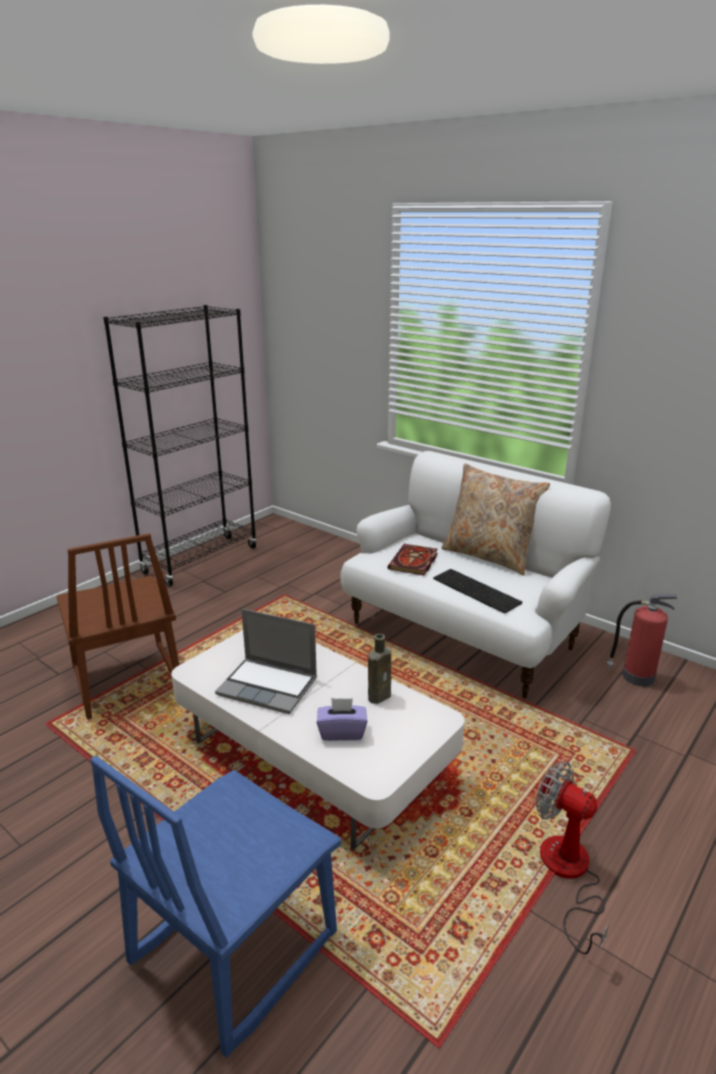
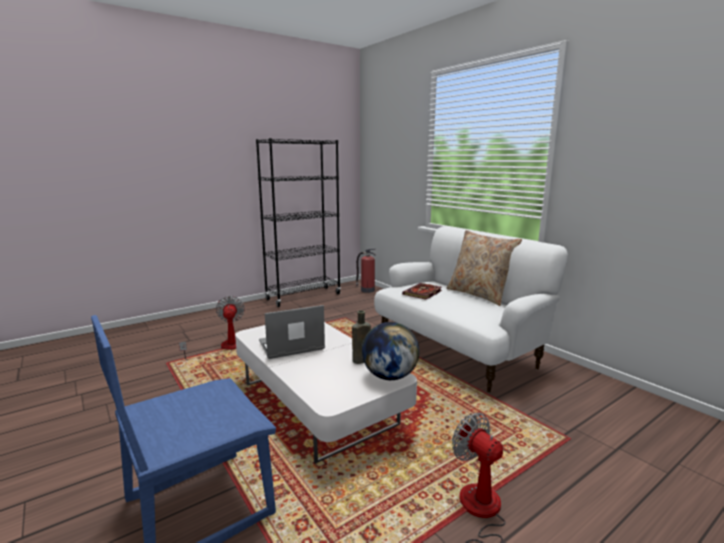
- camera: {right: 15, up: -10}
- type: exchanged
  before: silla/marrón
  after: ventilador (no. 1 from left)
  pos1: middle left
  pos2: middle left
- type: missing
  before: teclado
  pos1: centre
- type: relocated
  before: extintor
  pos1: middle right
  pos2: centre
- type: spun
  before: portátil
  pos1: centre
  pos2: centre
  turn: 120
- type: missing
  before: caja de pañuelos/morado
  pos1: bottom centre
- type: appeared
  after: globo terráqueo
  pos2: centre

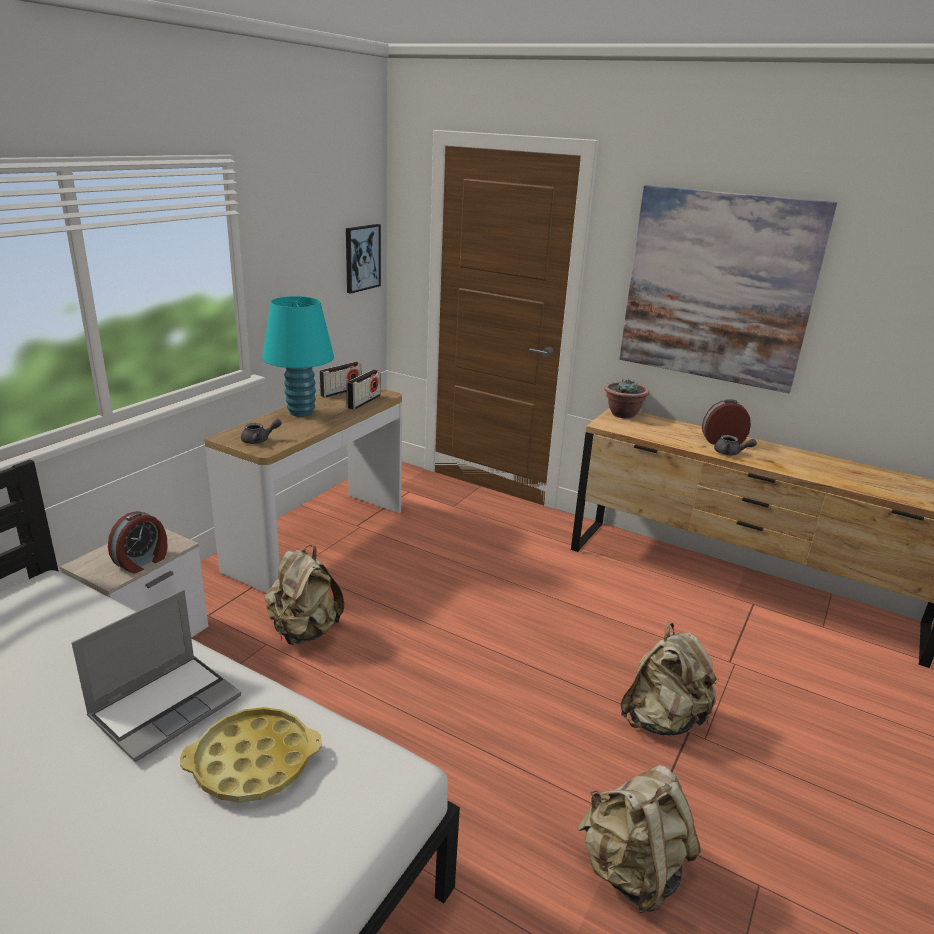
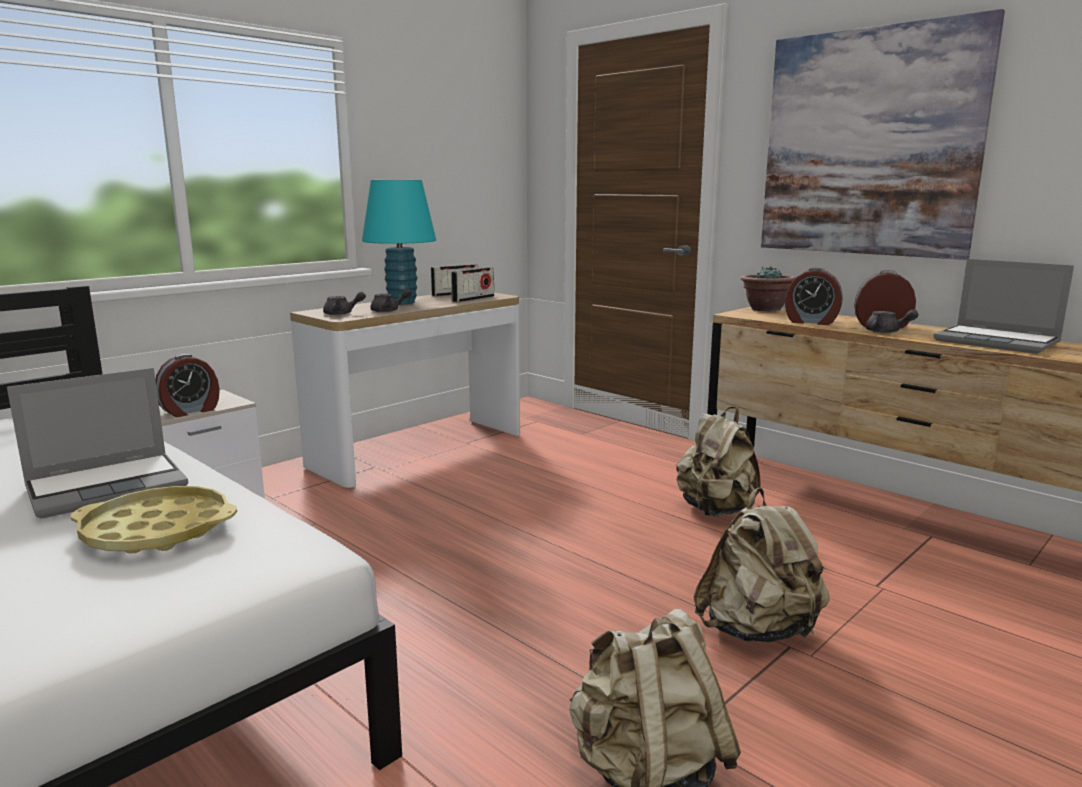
- camera: {right: 15, up: -10}
- type: missing
  before: cuadro (no. 1 from left)
  pos1: top centre
- type: relocated
  before: mochila/beis (no. 1 from left in the first image)
  after: mochila/beis (no. 2 from left)
  pos1: middle left
  pos2: centre
- type: appeared
  after: portátil (no. 2 from left)
  pos2: middle right
- type: appeared
  after: despertador (no. 2 from left)
  pos2: middle right
- type: appeared
  after: tetera/gris (no. 2 from left)
  pos2: centre

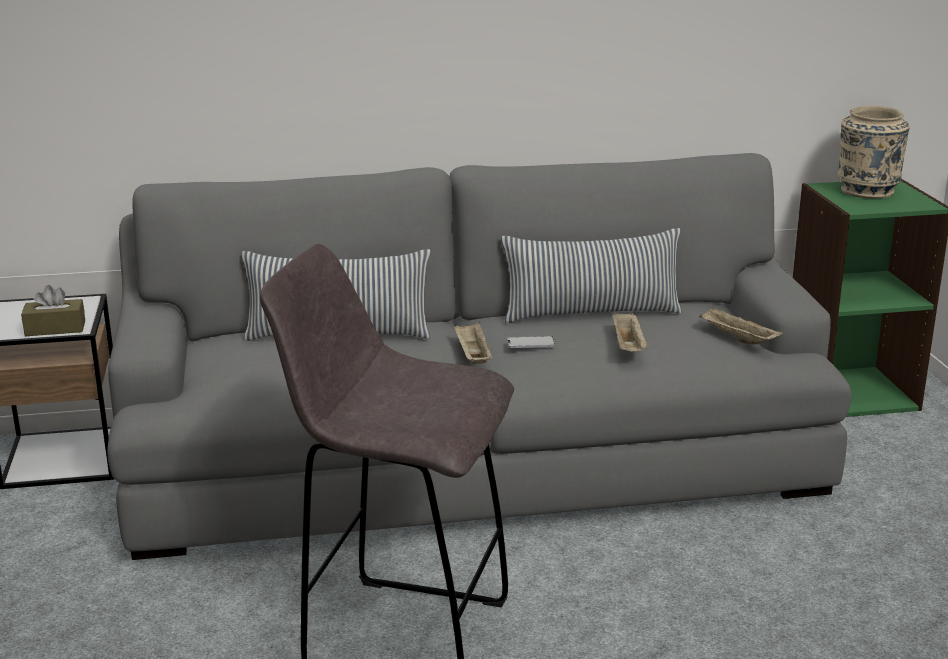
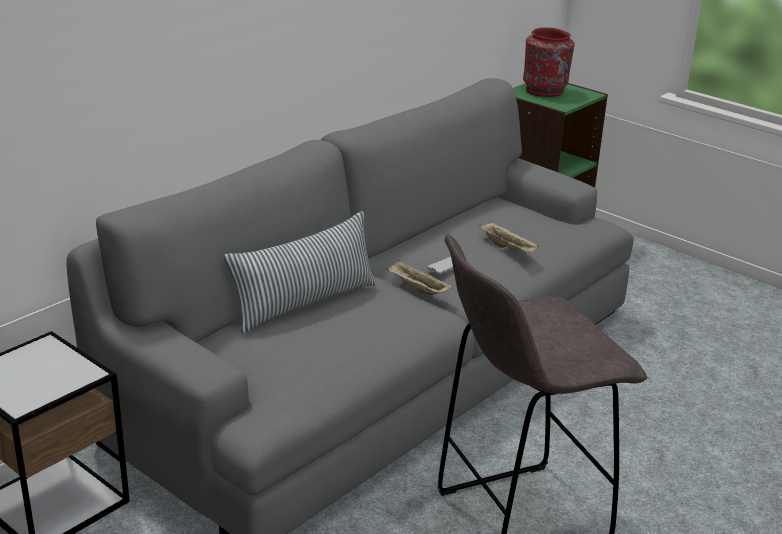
- camera: {right: -40, up: 5}
- type: colour
  before: florero/beis
  after: florero/rojo
  pos1: top right
  pos2: top right
- type: missing
  before: cojín (no. 2 from left)
  pos1: centre
- type: missing
  before: caja de pañuelos/marrón
  pos1: middle left
- type: missing
  before: bandeja/beis (no. 3 from left)
  pos1: middle right

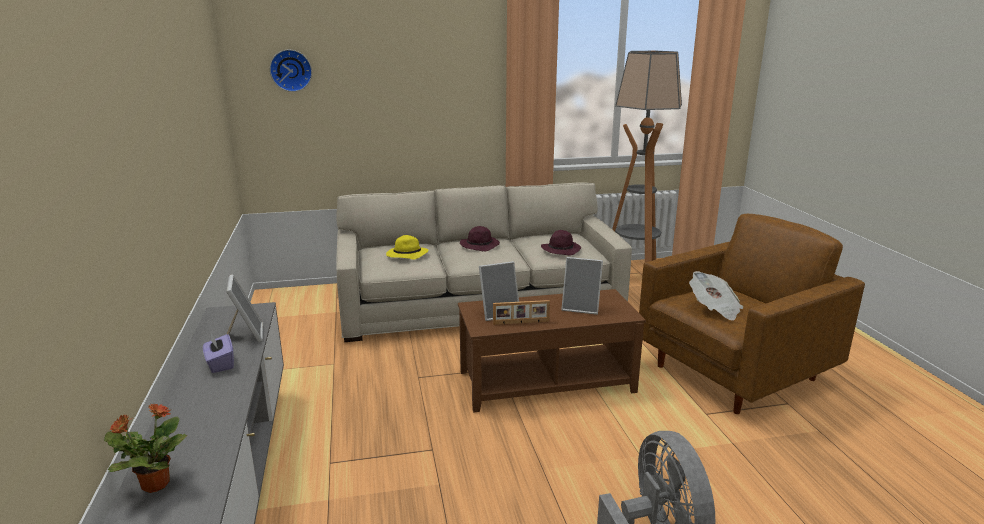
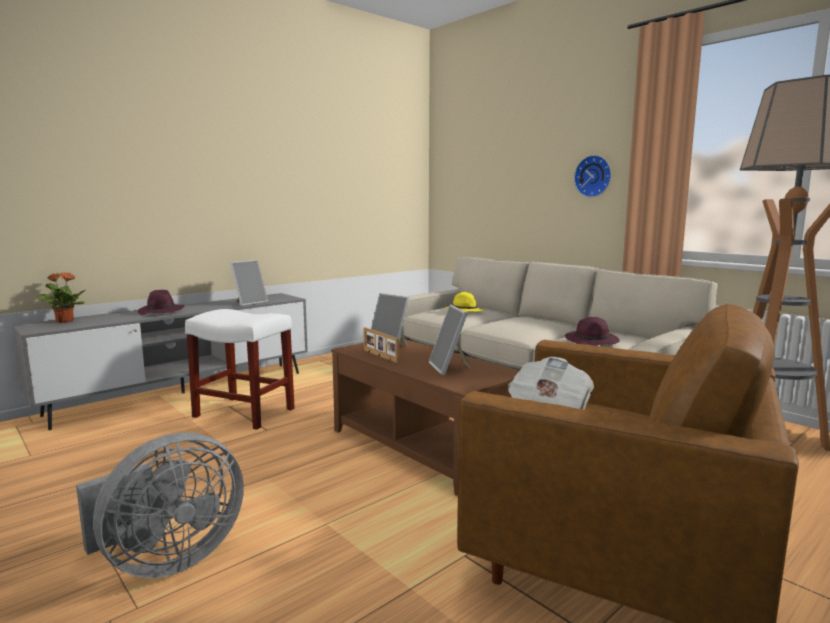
- camera: {right: 60, up: -10}
- type: relocated
  before: reloj de pared
  pos1: top left
  pos2: top right
- type: relocated
  before: sombrero/morado (no. 1 from left)
  pos1: centre
  pos2: middle left
- type: missing
  before: caja de pañuelos/morado
  pos1: bottom left
- type: appeared
  after: taburete/blanco
  pos2: middle left

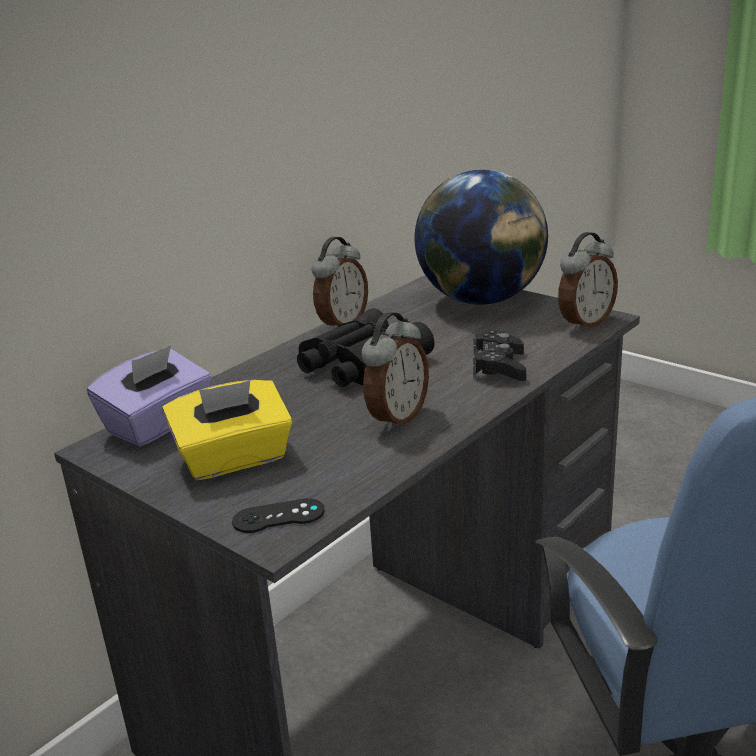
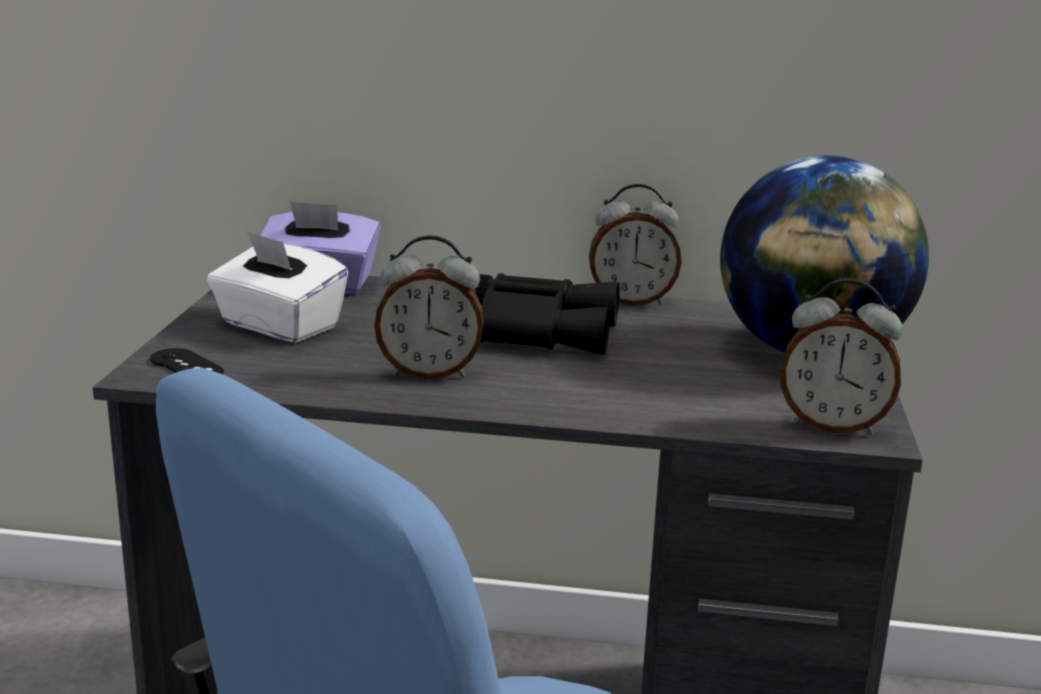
- camera: {right: 55, up: -5}
- type: missing
  before: mando de consola/negro (no. 2 from left)
  pos1: centre
- type: colour
  before: caja de pañuelos/amarillo
  after: caja de pañuelos/blanco
  pos1: middle left
  pos2: middle left

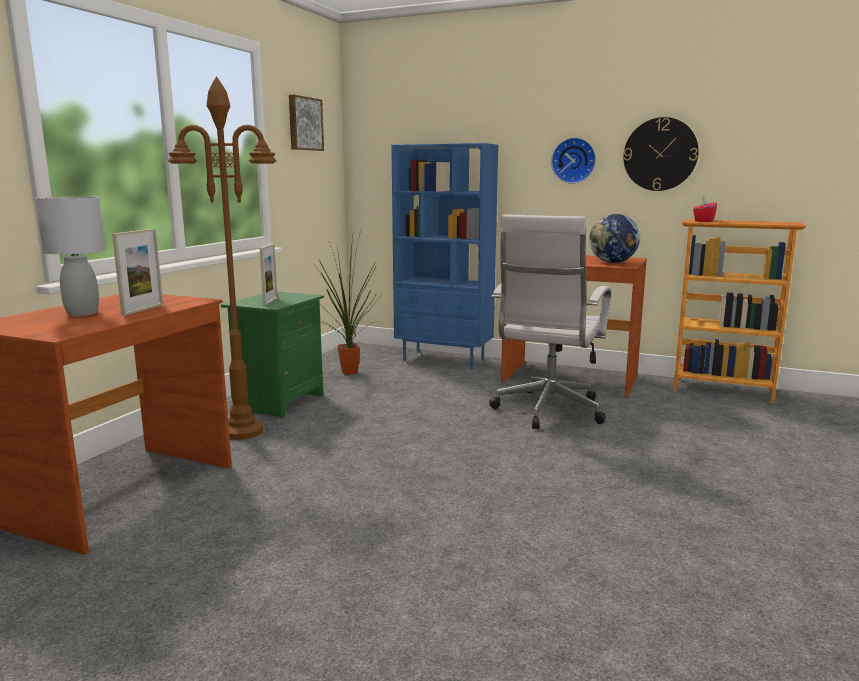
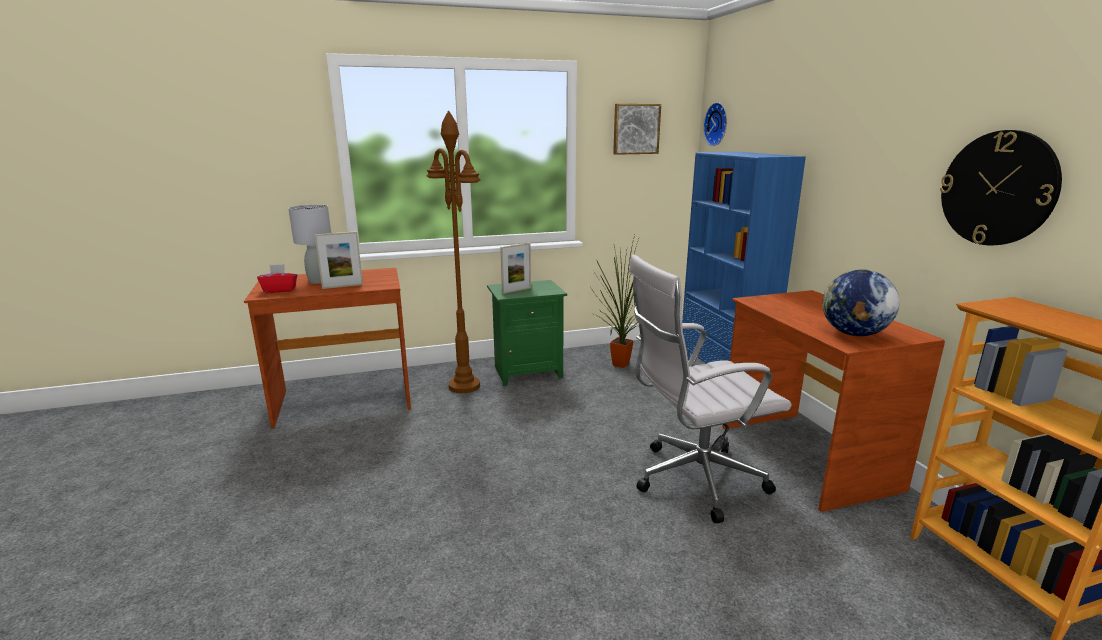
- camera: {right: 50, up: 5}
- type: relocated
  before: reloj de pared (no. 1 from left)
  pos1: top right
  pos2: top centre
- type: relocated
  before: caja de pañuelos/rojo
  pos1: top right
  pos2: middle left

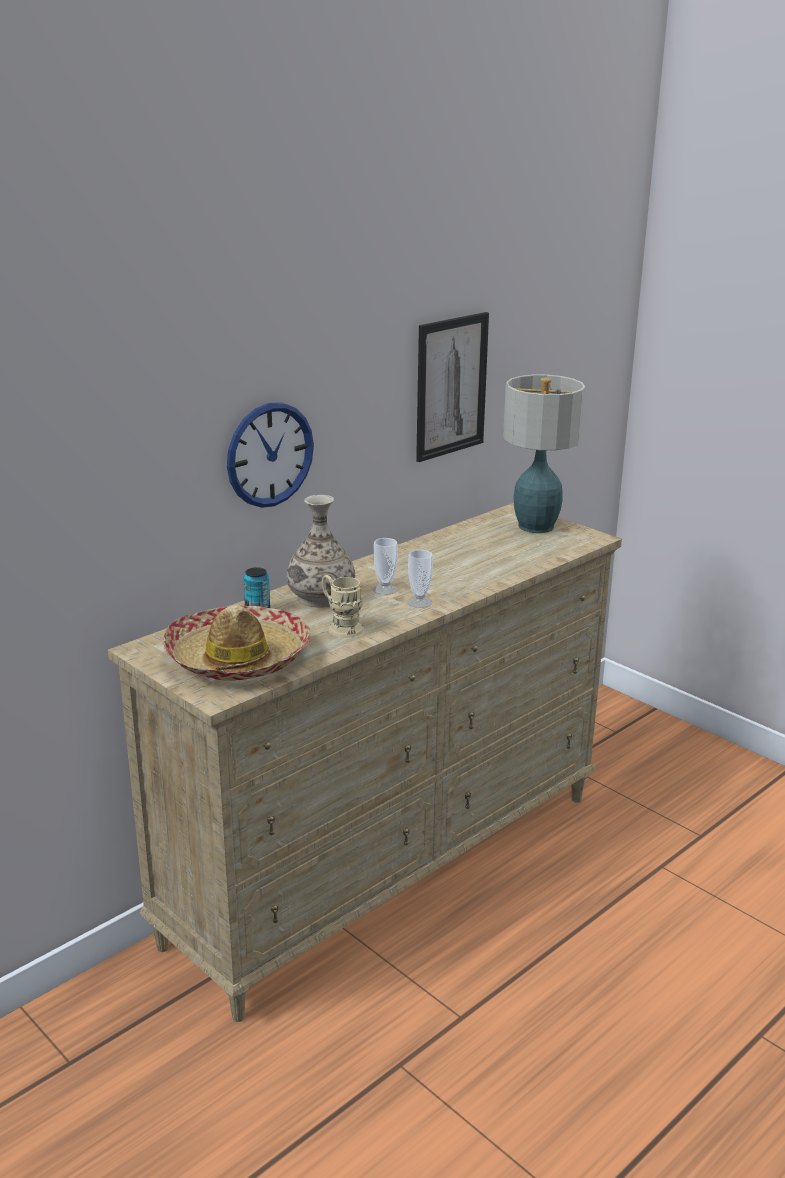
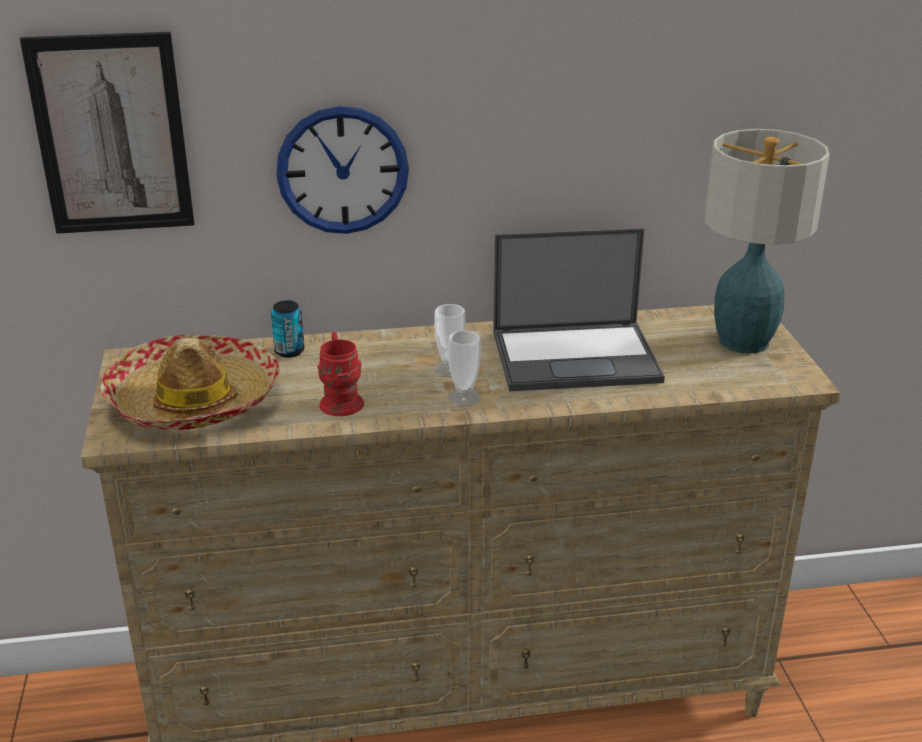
- camera: {right: 35, up: 5}
- type: relocated
  before: cuadro
  pos1: top centre
  pos2: top left
- type: missing
  before: florero
  pos1: centre
- type: colour
  before: taza grande/beis
  after: taza grande/rojo
  pos1: centre
  pos2: centre
- type: appeared
  after: portátil
  pos2: centre

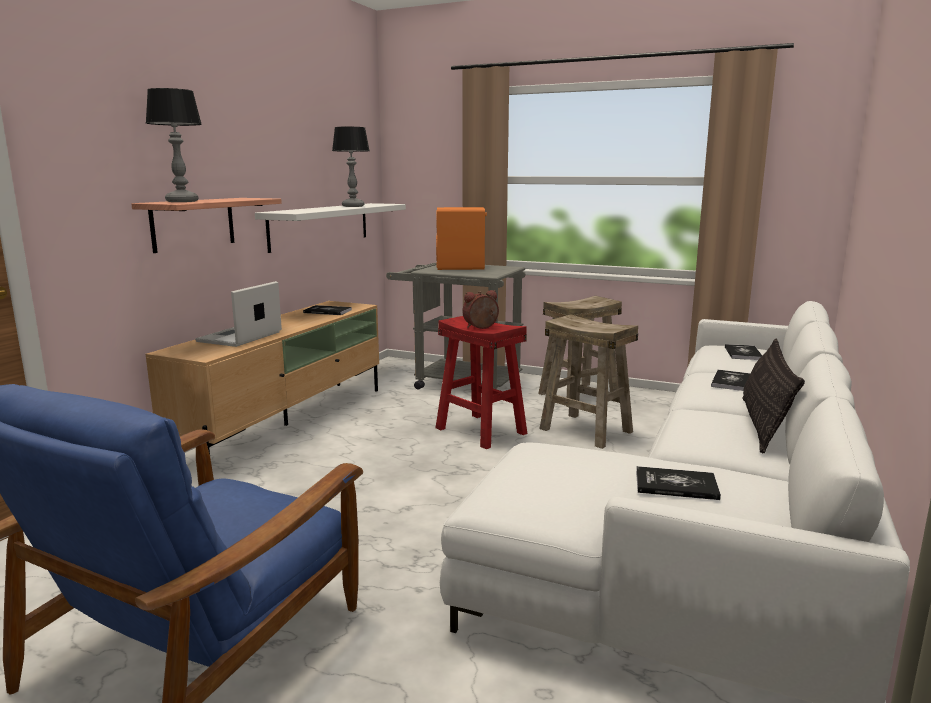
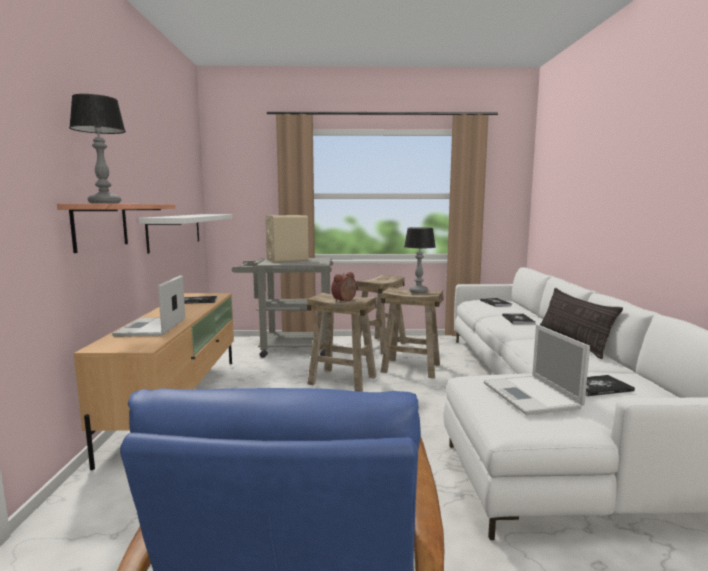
- camera: {right: -25, up: -5}
- type: relocated
  before: lámpara de mesa (no. 2 from left)
  pos1: top centre
  pos2: centre
- type: colour
  before: altavoz/naranja
  after: altavoz/beis
  pos1: centre
  pos2: centre
- type: colour
  before: taburete/rojo
  after: taburete/beis (no. 1 from left)
  pos1: centre
  pos2: centre
- type: appeared
  after: portátil (no. 2 from left)
  pos2: middle right

